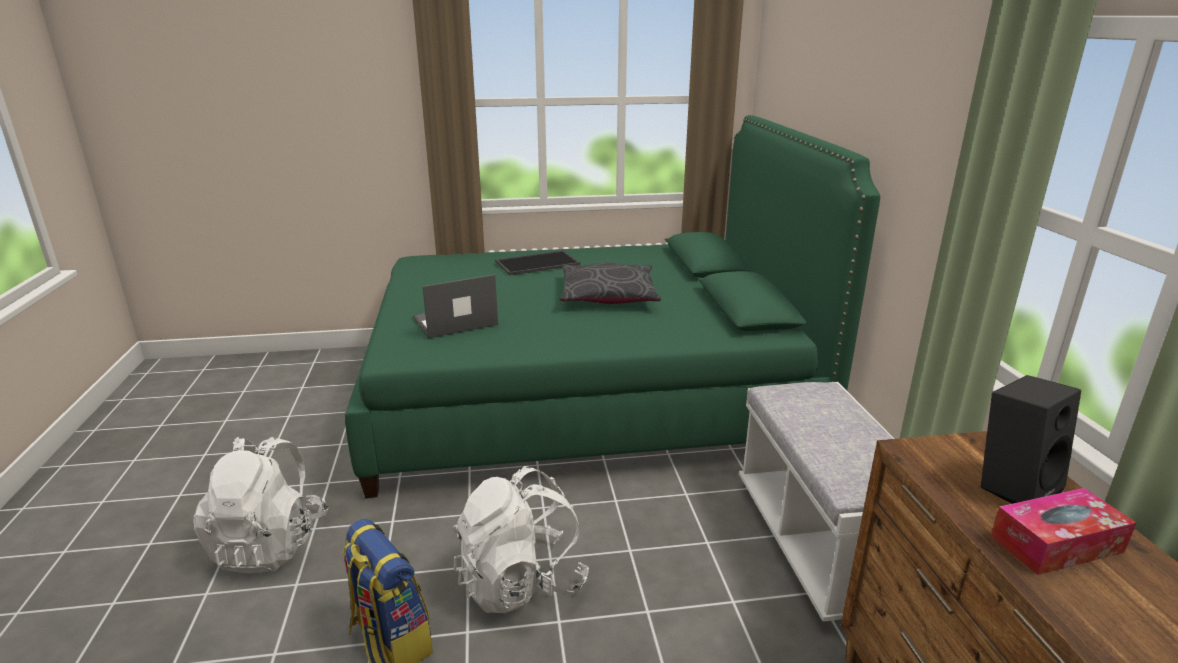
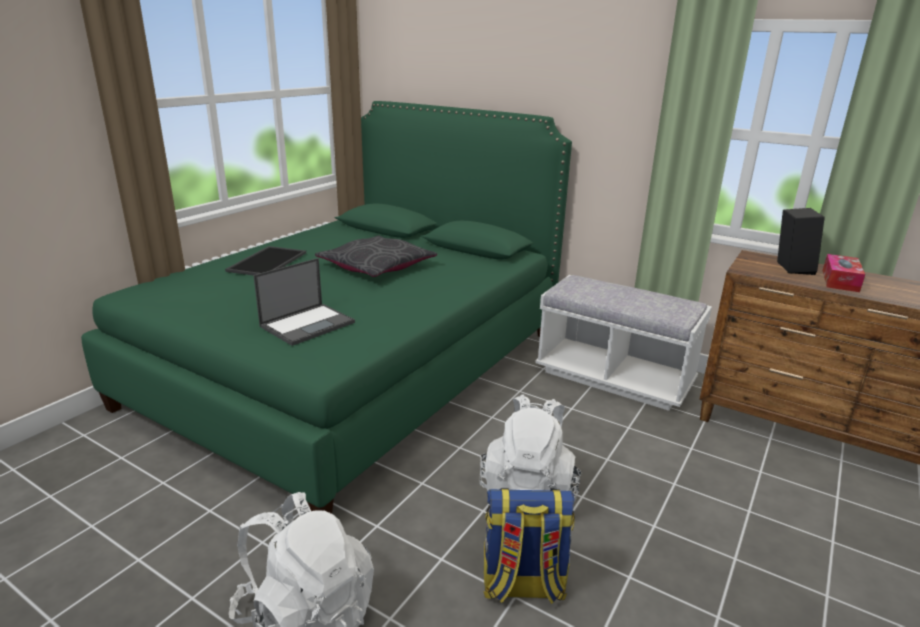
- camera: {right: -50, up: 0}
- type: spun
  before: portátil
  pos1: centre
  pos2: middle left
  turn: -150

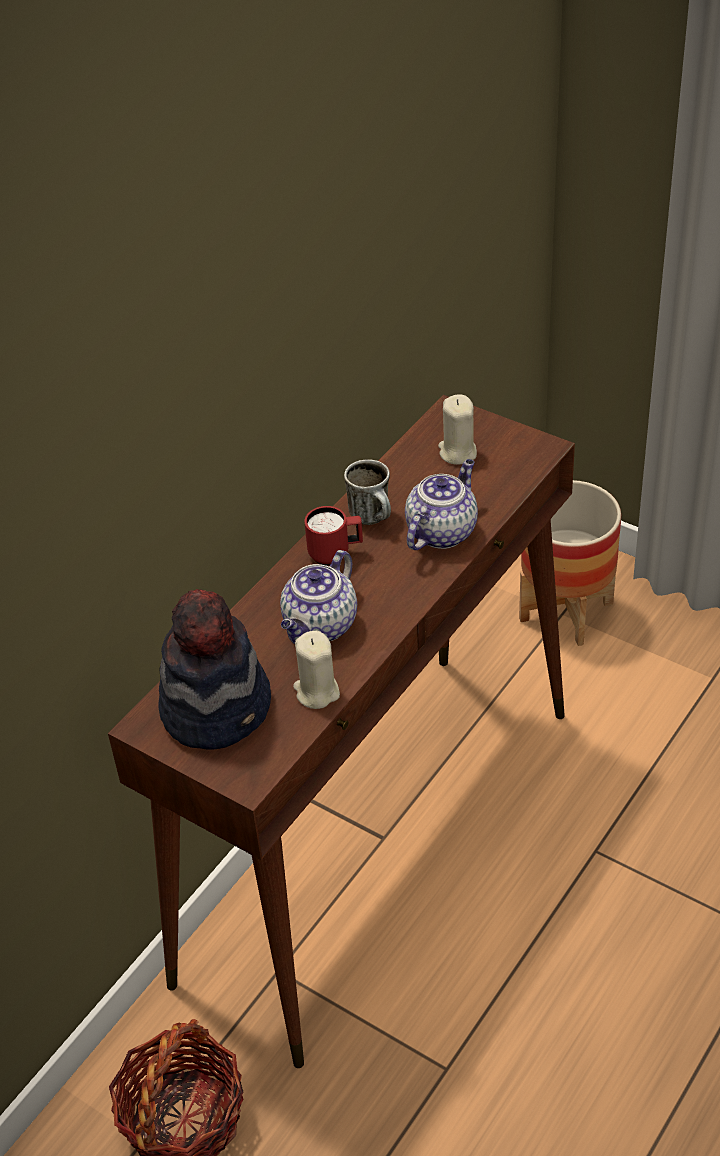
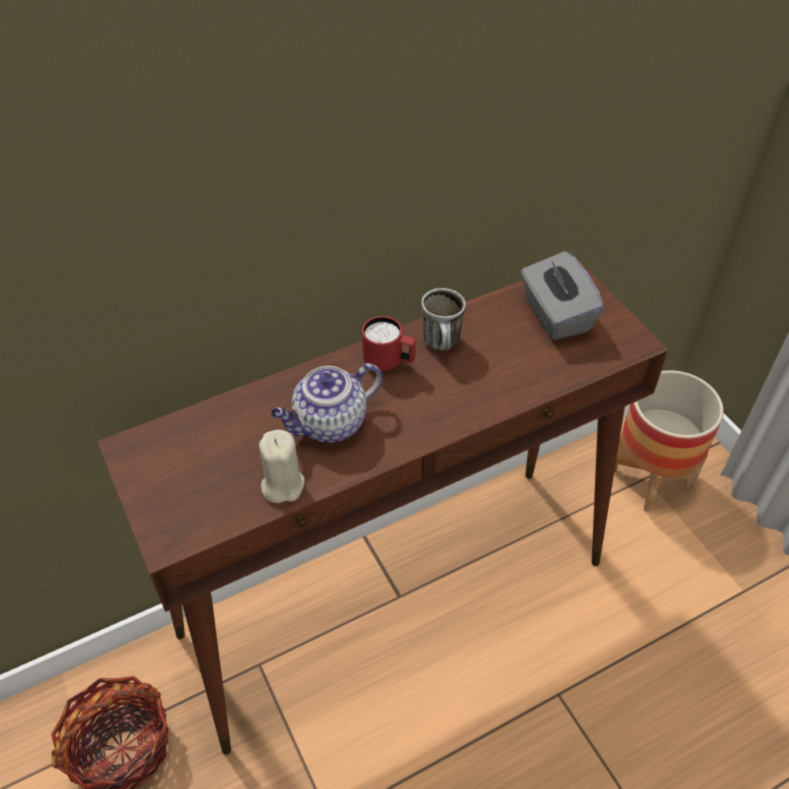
- camera: {right: 25, up: 5}
- type: exchanged
  before: vela/beis (no. 2 from left)
  after: caja de pañuelos/gris
  pos1: centre
  pos2: middle right
- type: missing
  before: tetera (no. 2 from left)
  pos1: centre
- type: missing
  before: sombrero
  pos1: middle left

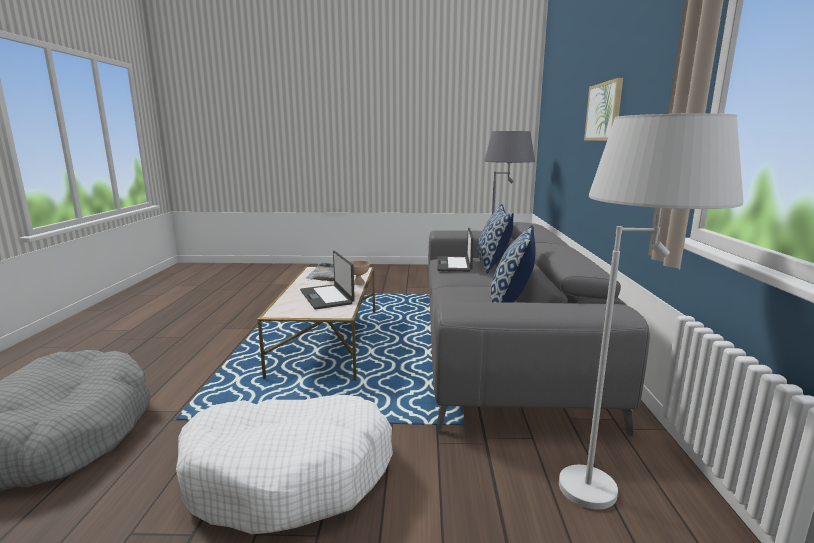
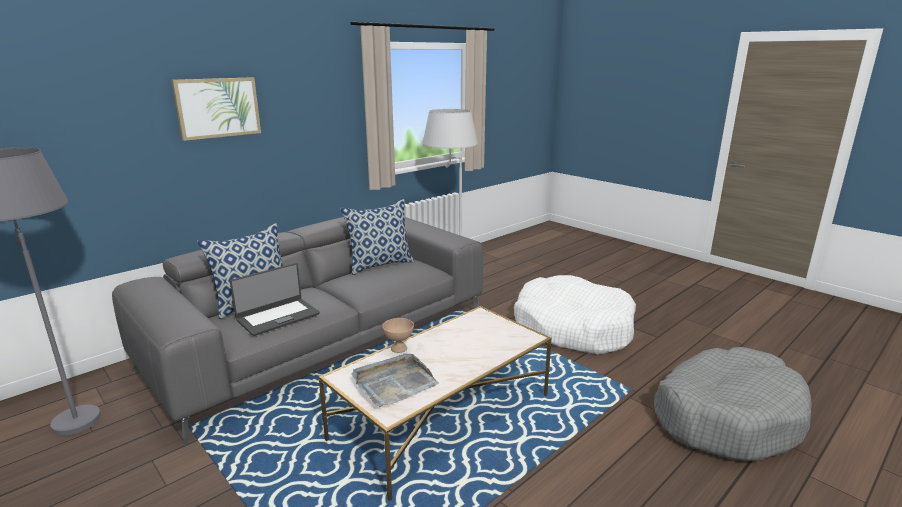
- camera: {right: -135, up: 5}
- type: missing
  before: portátil (no. 1 from left)
  pos1: centre

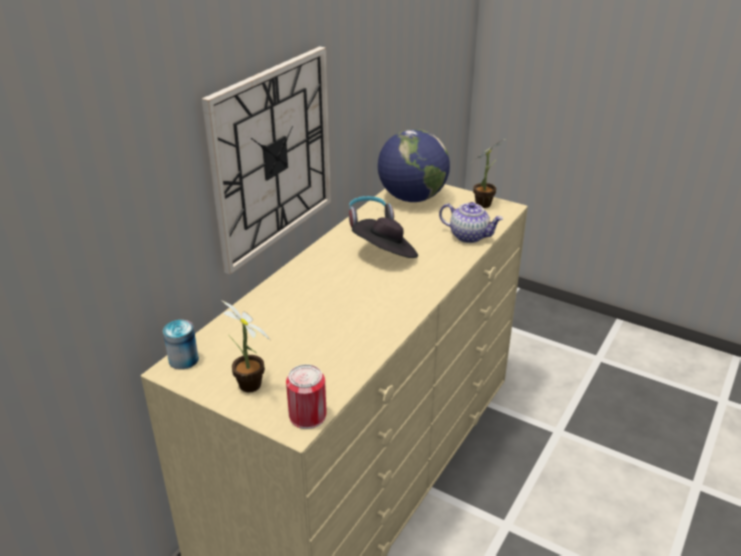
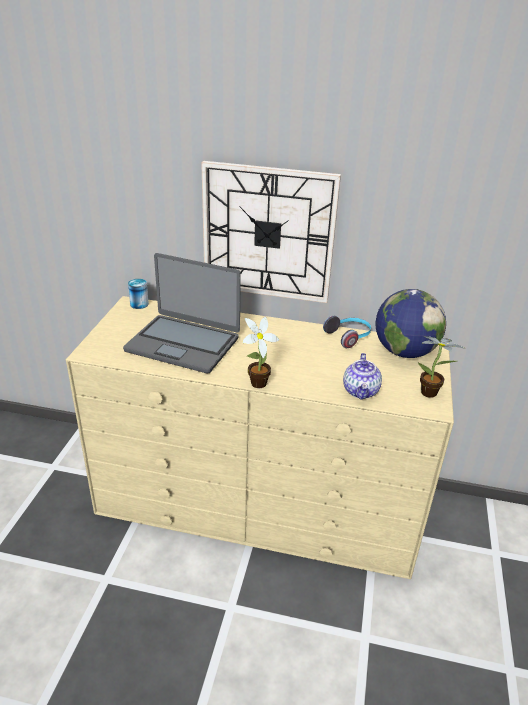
- camera: {right: 70, up: 0}
- type: missing
  before: sombrero/negro
  pos1: centre
- type: relocated
  before: planta en maceta (no. 1 from left)
  pos1: middle left
  pos2: centre
- type: missing
  before: lata (no. 2 from left)
  pos1: bottom centre
- type: appeared
  after: portátil
  pos2: centre

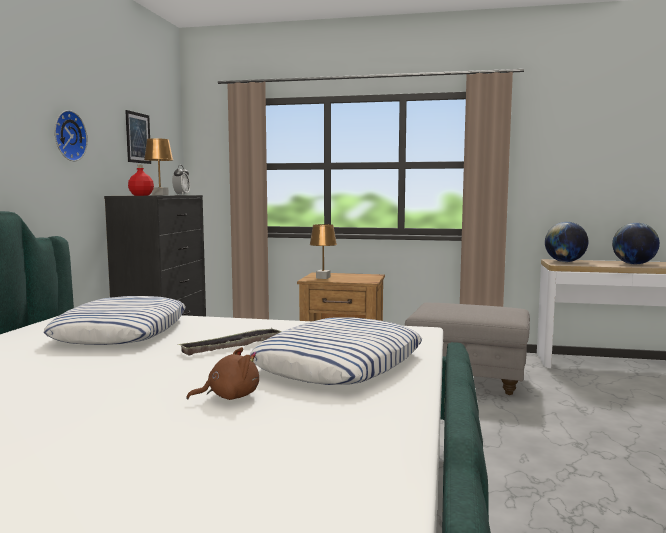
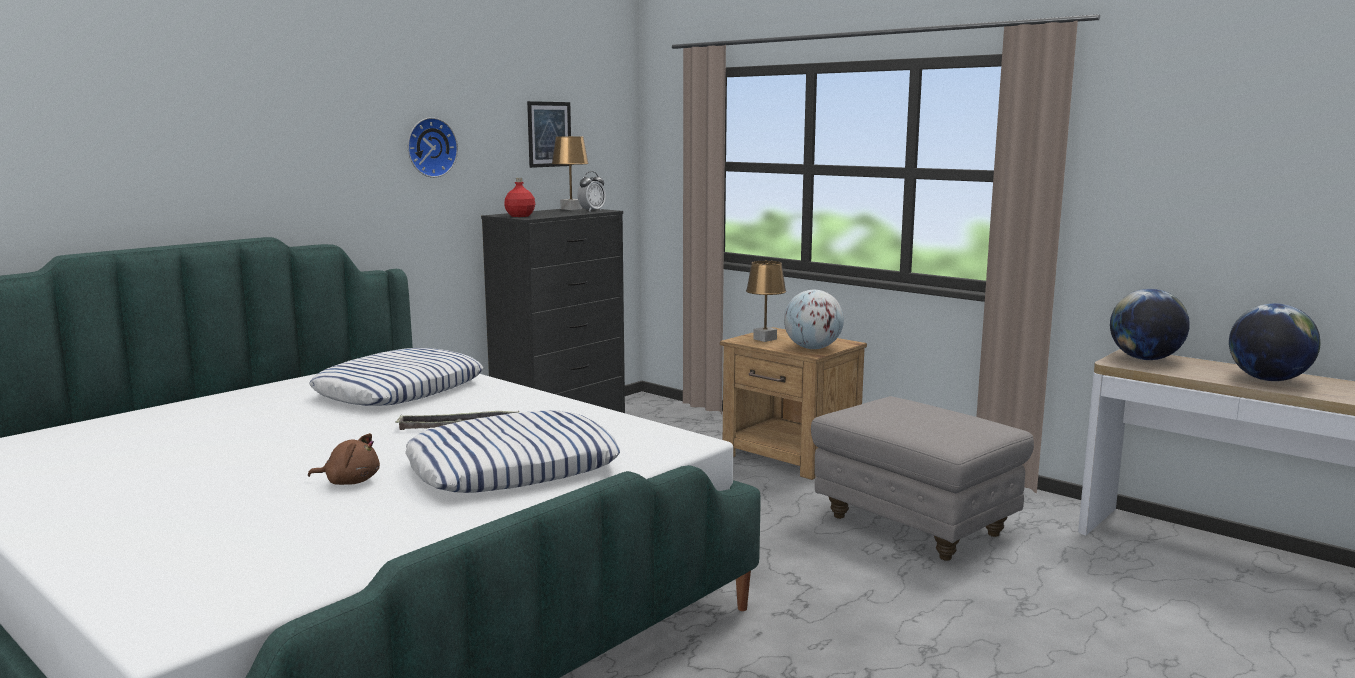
- camera: {right: 30, up: 5}
- type: appeared
  after: globo terráqueo (no. 1 from left)
  pos2: centre

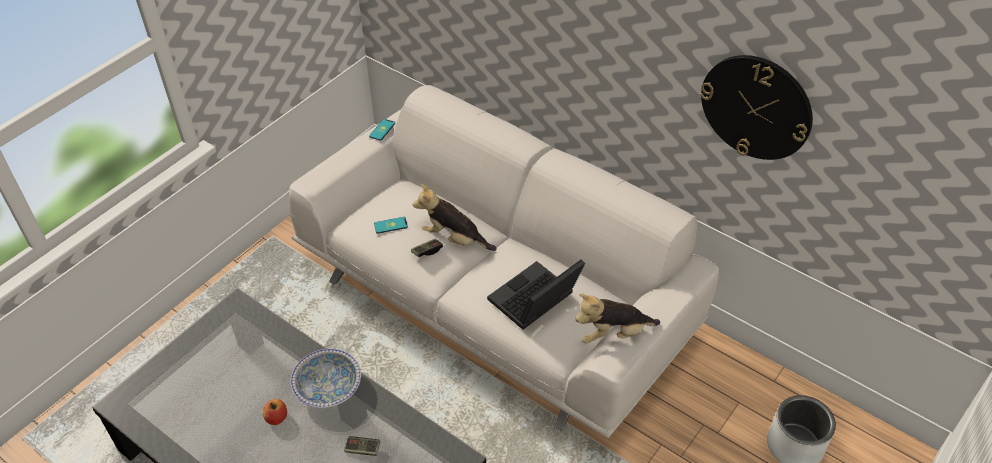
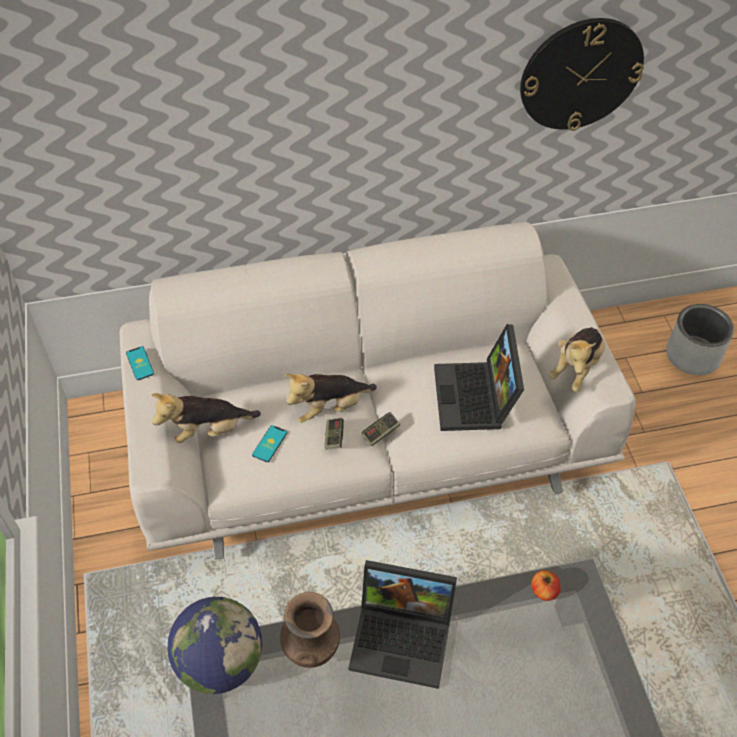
- camera: {right: -50, up: 5}
- type: exchanged
  before: cuenco
  after: portátil (no. 1 from left)
  pos1: bottom left
  pos2: bottom centre
- type: relocated
  before: manzana
  pos1: bottom left
  pos2: bottom right
- type: relocated
  before: mando de consola (no. 1 from left in the first image)
  after: mando de consola (no. 2 from left)
  pos1: bottom centre
  pos2: centre
- type: appeared
  after: peluche (no. 1 from left)
  pos2: middle left
- type: appeared
  after: florero/marrón
  pos2: bottom centre
- type: appeared
  after: globo terráqueo
  pos2: bottom left

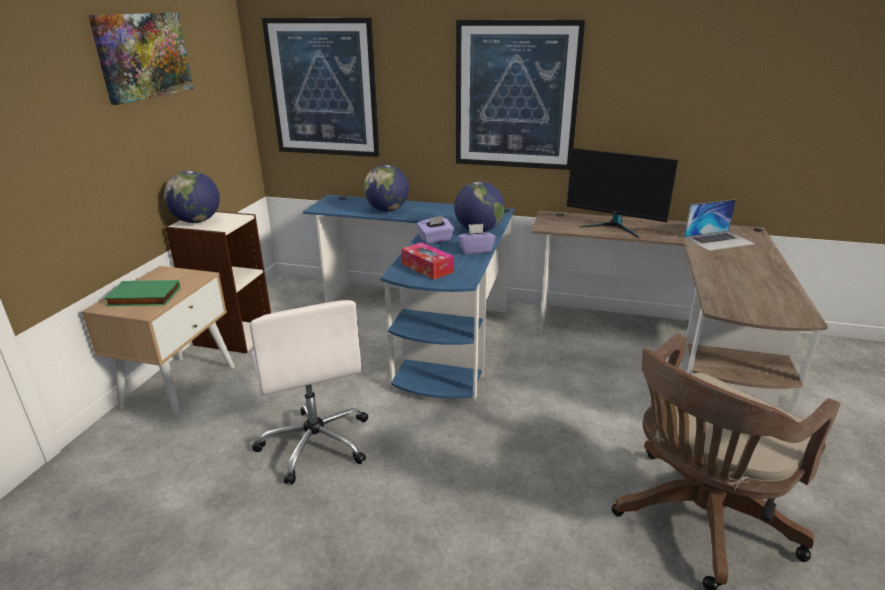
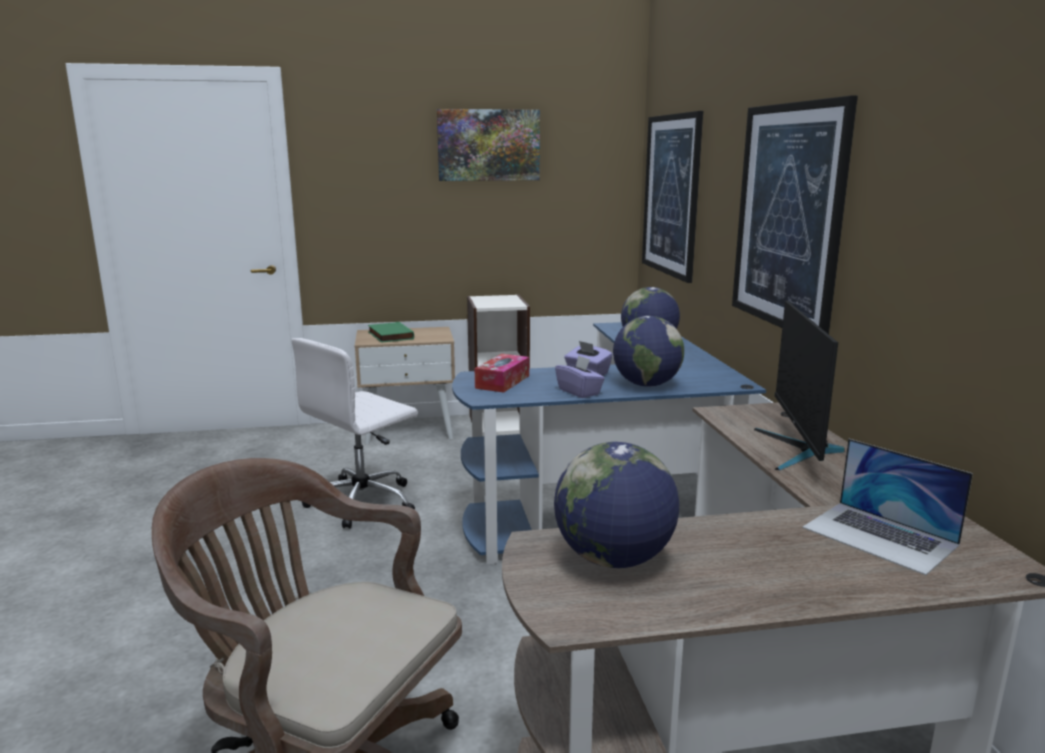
- camera: {right: 65, up: -10}
- type: relocated
  before: globo terráqueo (no. 1 from left)
  pos1: middle left
  pos2: bottom centre

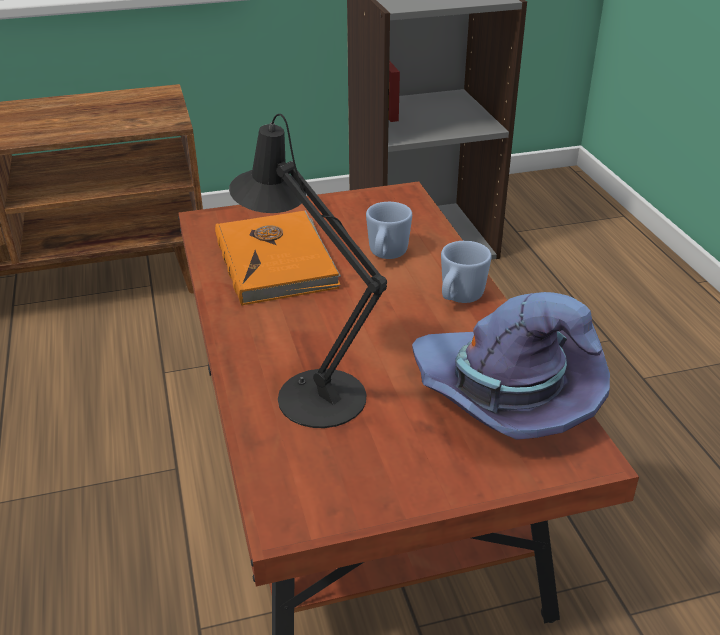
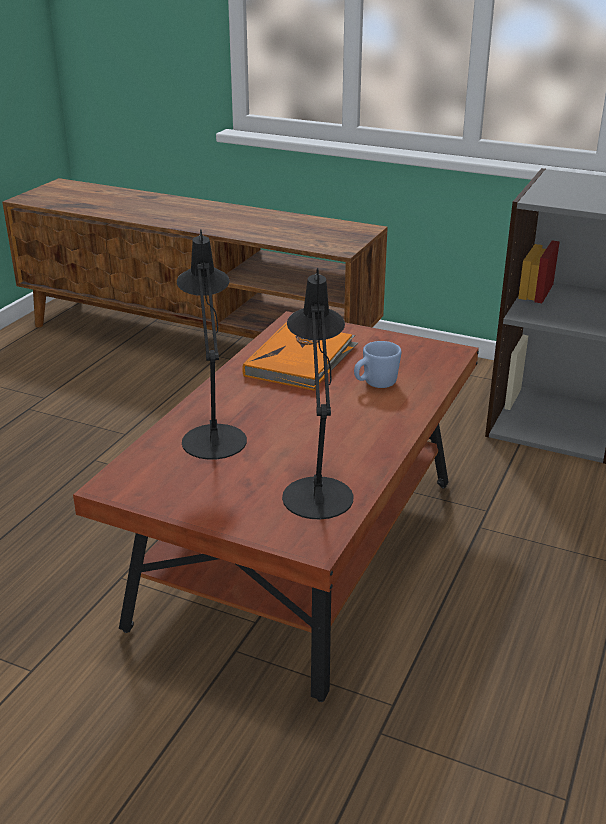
- camera: {right: 40, up: -5}
- type: missing
  before: taza grande/azul (no. 2 from left)
  pos1: centre
- type: exchanged
  before: sombrero/morado
  after: lámpara de mesa/negro (no. 2 from left)
  pos1: middle right
  pos2: centre

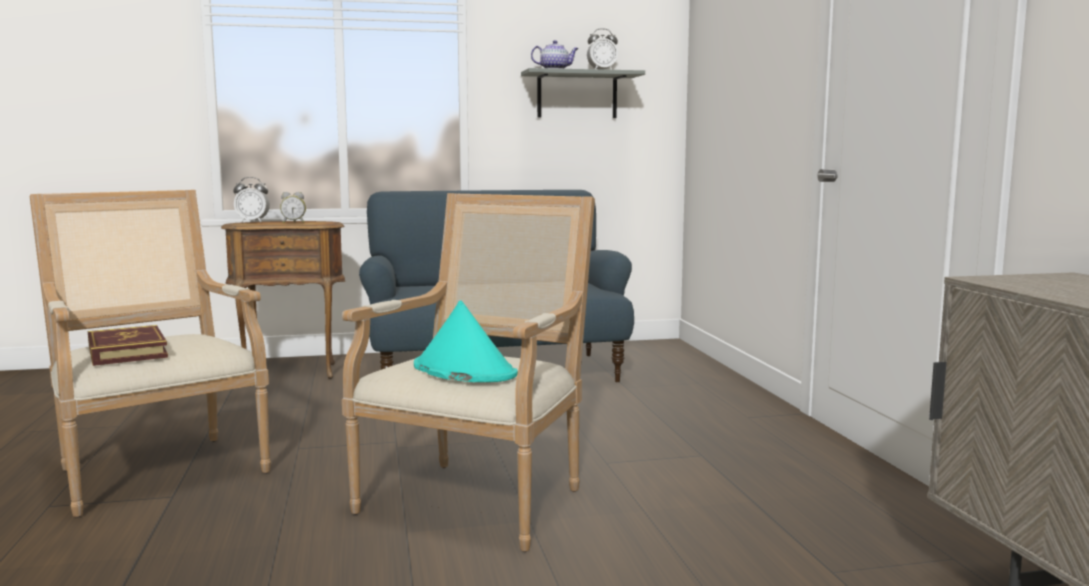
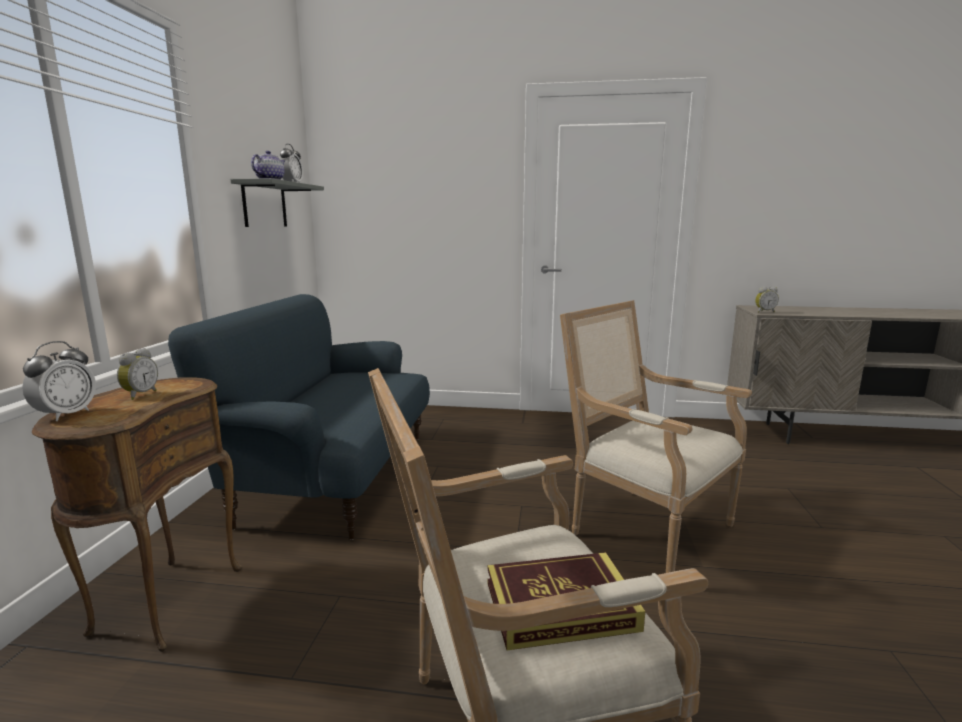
- camera: {right: -70, up: 5}
- type: missing
  before: sombrero/turquesa
  pos1: centre
- type: appeared
  after: despertador (no. 4 from left)
  pos2: middle right

